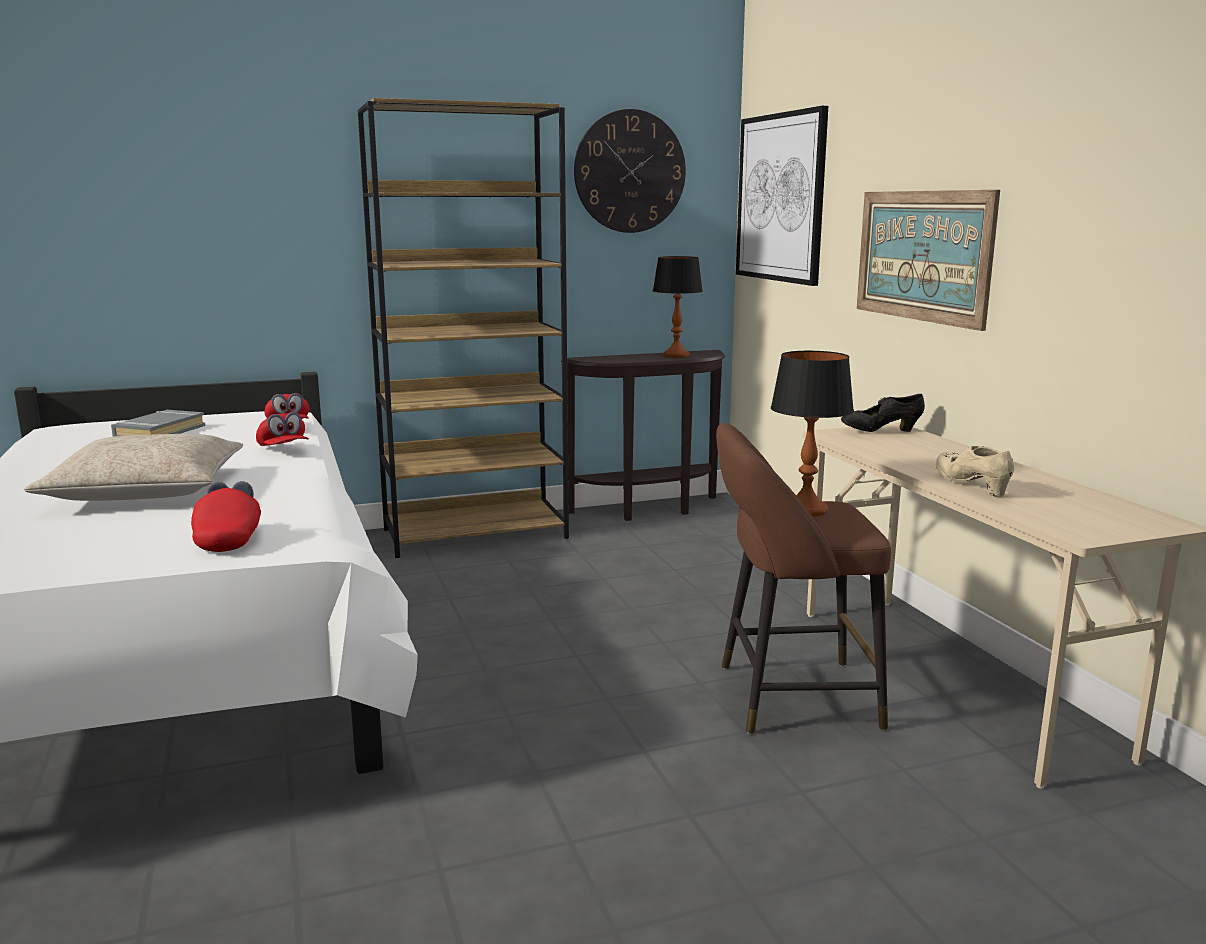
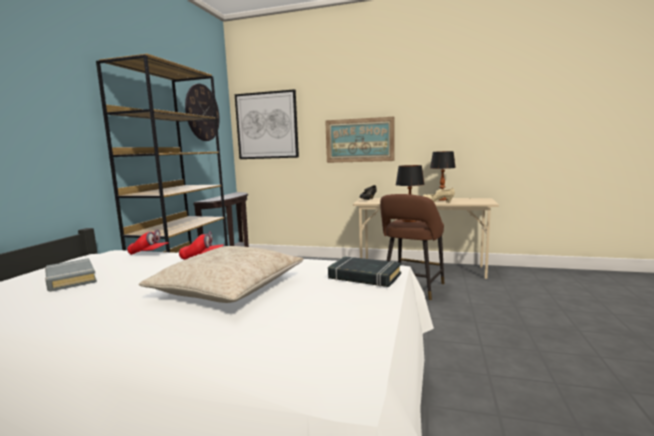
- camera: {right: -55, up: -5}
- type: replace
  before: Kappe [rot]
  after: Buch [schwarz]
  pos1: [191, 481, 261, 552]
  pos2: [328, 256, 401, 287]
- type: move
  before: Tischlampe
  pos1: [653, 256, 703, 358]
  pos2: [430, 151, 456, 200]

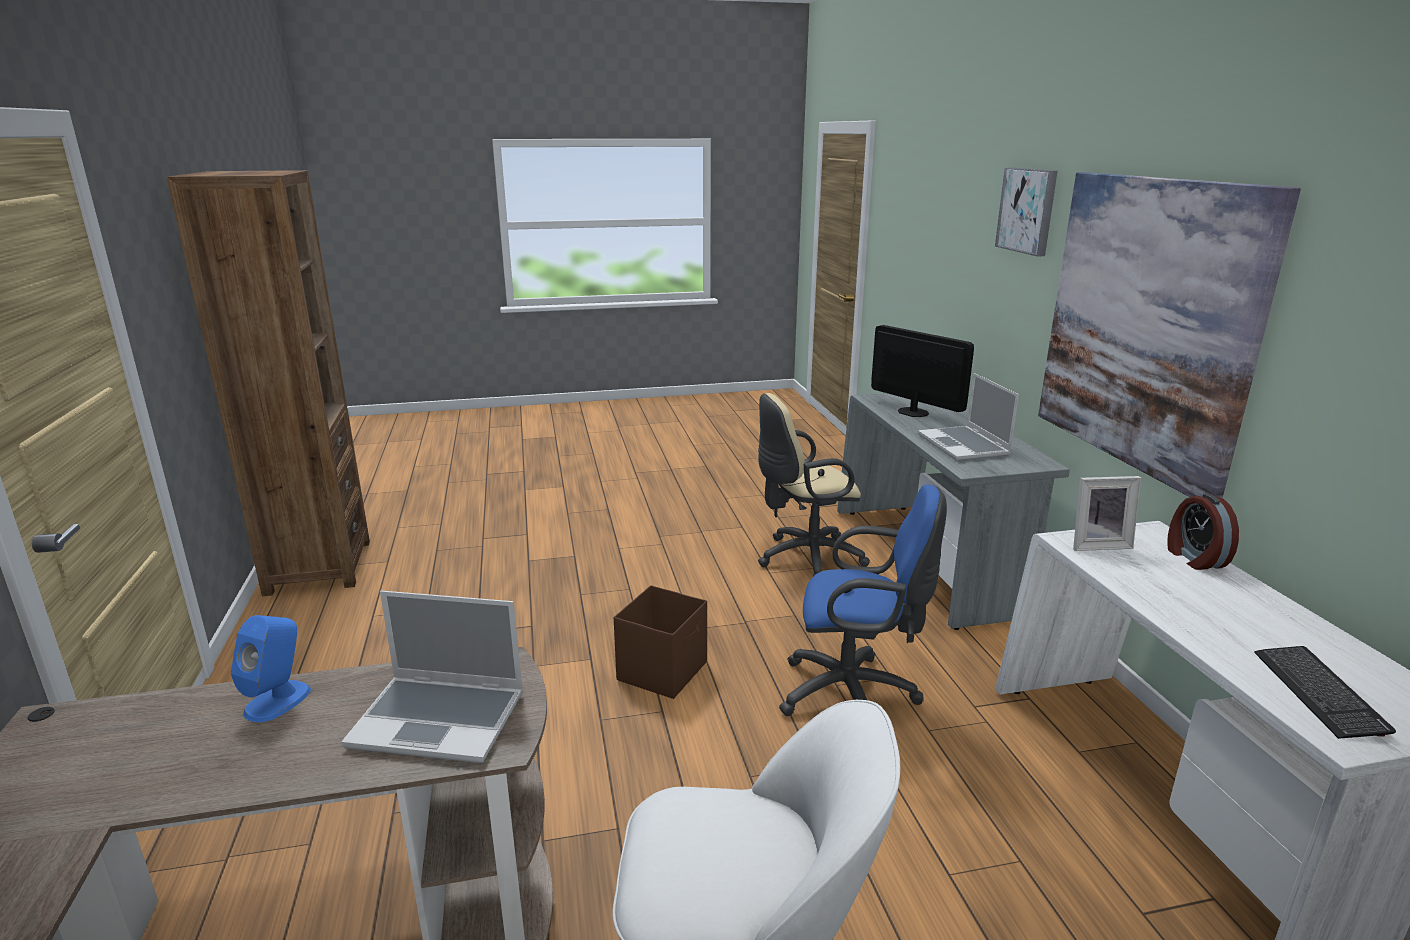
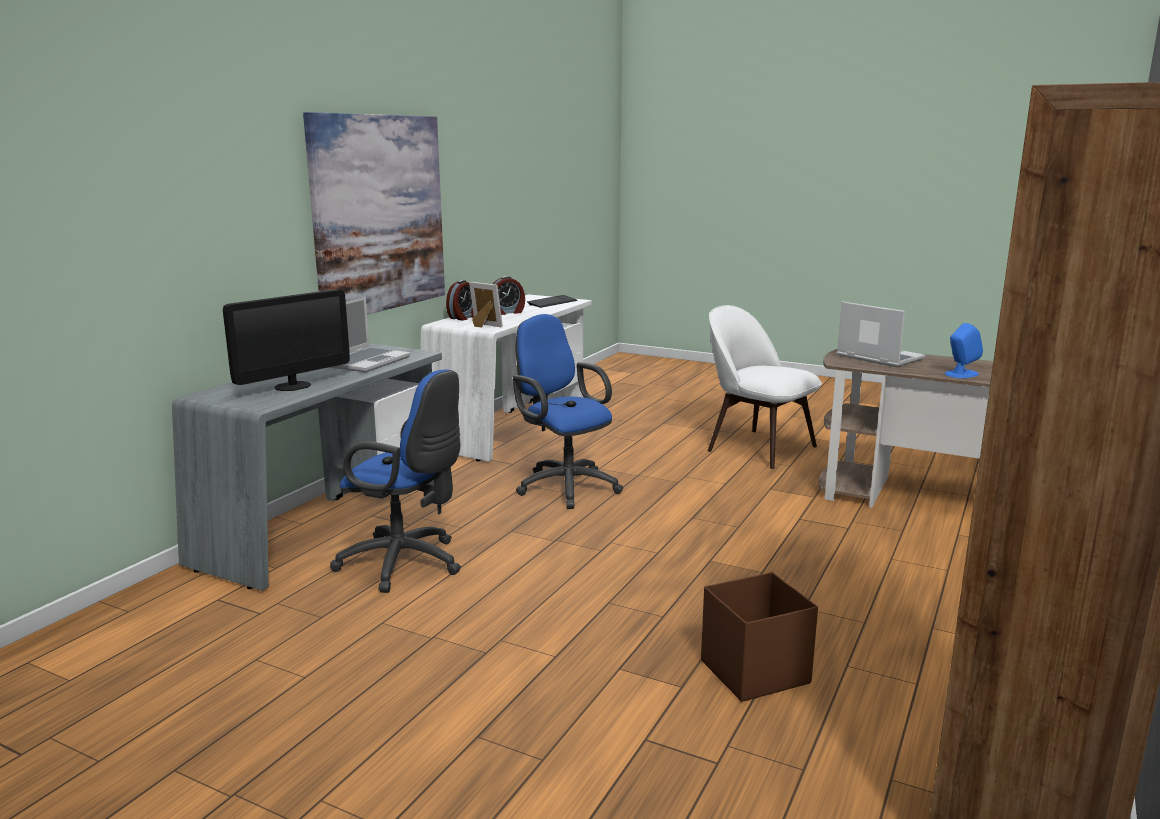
- camera: {right: -140, up: -5}
- type: rotate
  before: Monitor
  pos1: [871, 325, 974, 417]
  pos2: [223, 289, 350, 391]
  turn: -135
- type: recolor
  before: Bürostuhl [beige]
  after: Bürostuhl [blau]
  pos1: [758, 393, 870, 576]
  pos2: [330, 370, 461, 593]
- type: insert
  after: Wecker
  pos2: [493, 276, 525, 315]
- type: move
  before: Aufbewahrungsbox [braun]
  pos1: [614, 585, 707, 699]
  pos2: [701, 572, 818, 702]
- type: delete
  before: Bild
  pos1: [995, 168, 1057, 257]

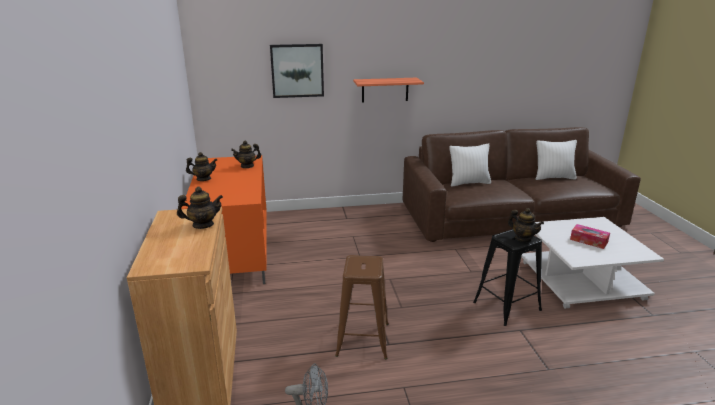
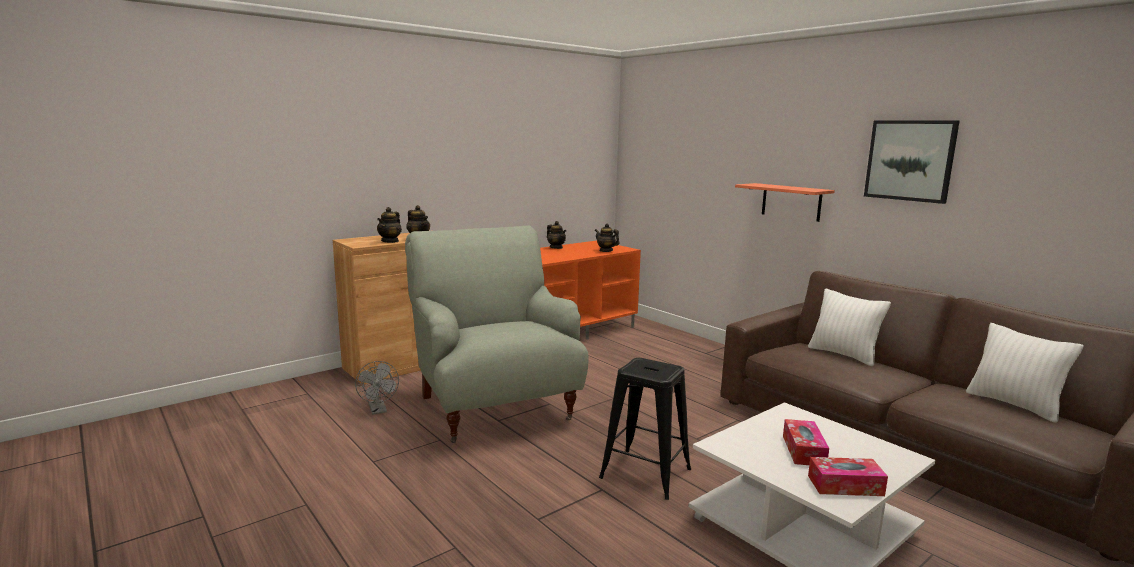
- camera: {right: 60, up: -10}
- type: move
  before: Teekanne
  pos1: [508, 208, 544, 242]
  pos2: [377, 207, 402, 243]
- type: replace
  before: Hocker [braun]
  after: Sessel [grau]
  pos1: [335, 255, 389, 359]
  pos2: [405, 226, 589, 443]
- type: insert
  after: Taschentuchbox
  pos2: [808, 457, 888, 496]
- type: move
  before: Bild
  pos1: [270, 44, 324, 98]
  pos2: [864, 120, 959, 204]

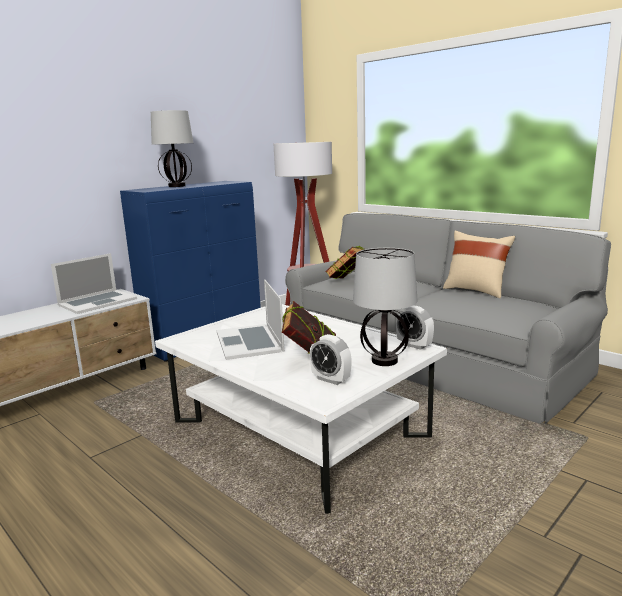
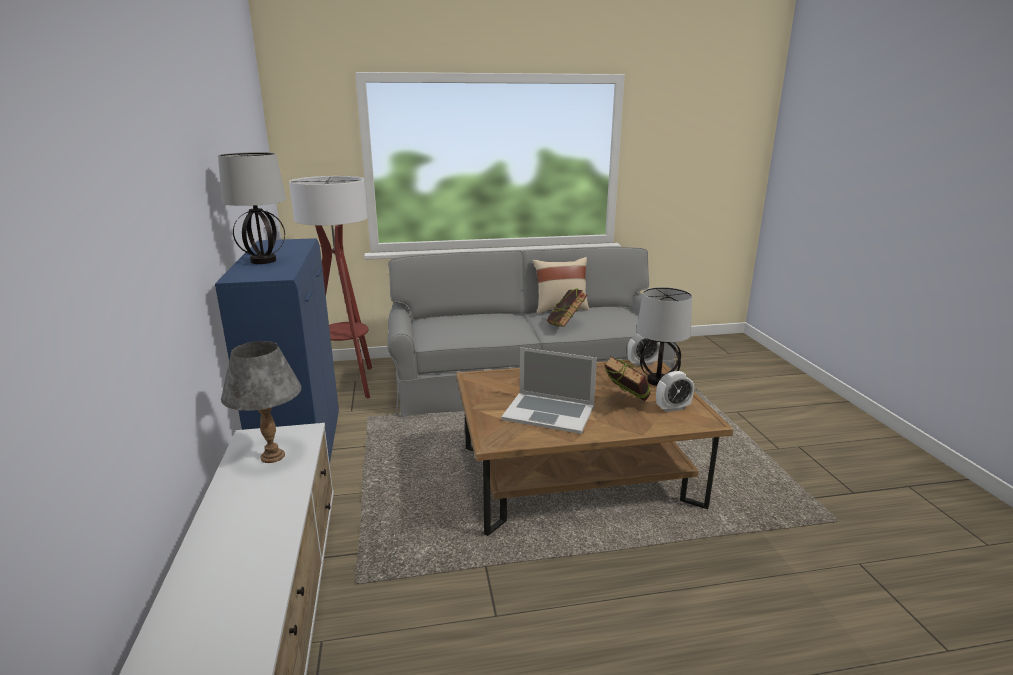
- camera: {right: -55, up: 5}
- type: replace
  before: Laptop
  after: Tischlampe [grau]
  pos1: [51, 253, 137, 314]
  pos2: [221, 341, 302, 463]
- type: recolor
  before: Couchtisch [weiß]
  after: Couchtisch [braun]
  pos1: [155, 304, 447, 514]
  pos2: [456, 360, 734, 536]
- type: move
  before: Buch
  pos1: [325, 246, 365, 279]
  pos2: [547, 288, 587, 327]

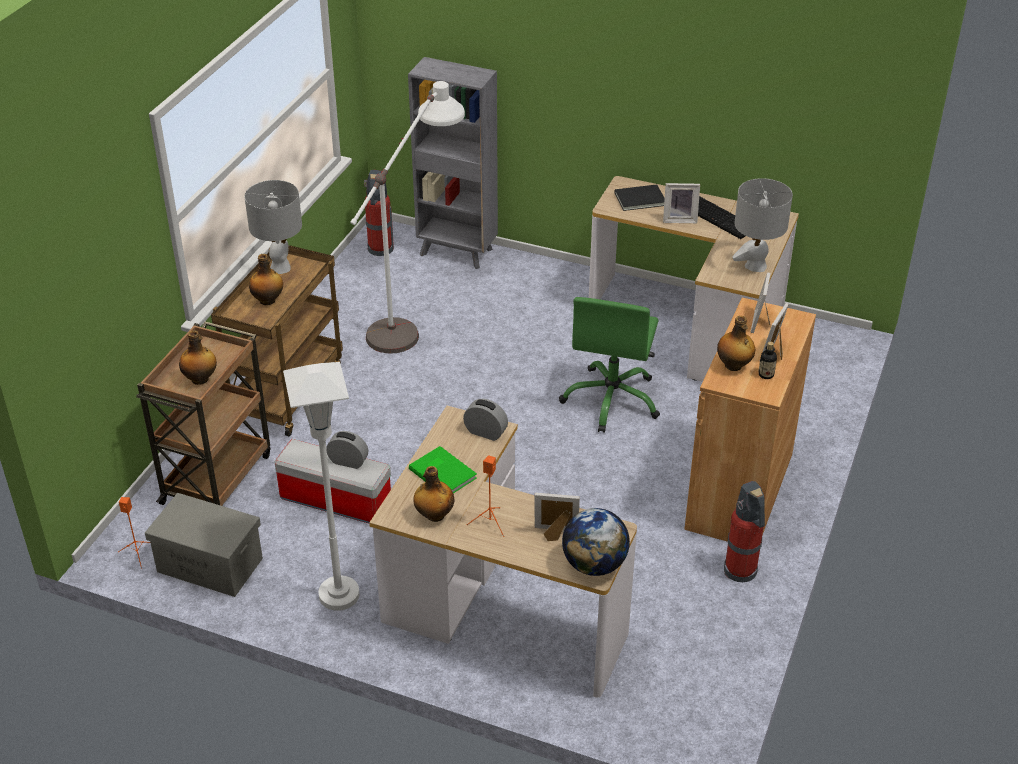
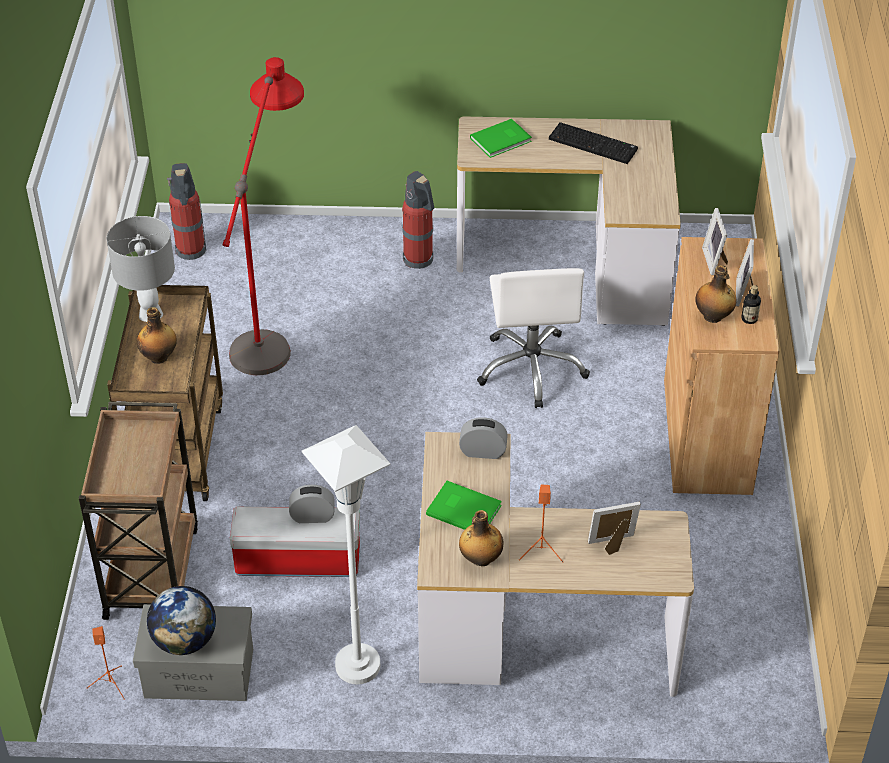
- camera: {right: -20, up: 5}
- type: move
  before: Globus
  pos1: [562, 508, 630, 576]
  pos2: [147, 586, 216, 655]
- type: recolor
  before: Stehlampe [weiß]
  after: Stehlampe [rot]
  pos1: [350, 81, 465, 354]
  pos2: [223, 57, 304, 375]
- type: move
  before: Feuerlöscher
  pos1: [724, 481, 765, 582]
  pos2: [402, 171, 434, 269]
- type: recolor
  before: Buch [schwarz]
  after: Buch [grün]
  pos1: [615, 185, 665, 211]
  pos2: [470, 119, 532, 158]
- type: recolor
  before: Bürostuhl [grün]
  after: Bürostuhl [weiß]
  pos1: [559, 297, 660, 433]
  pos2: [477, 268, 590, 408]
- type: delete
  before: Flasche
  pos1: [179, 330, 217, 385]
- type: delete
  before: Bücherregal [grau]
  pos1: [408, 57, 498, 269]
- type: delete
  before: Bilderrahmen
  pos1: [663, 183, 700, 223]
- type: delete
  before: Tischlampe [grau]
  pos1: [732, 178, 793, 272]

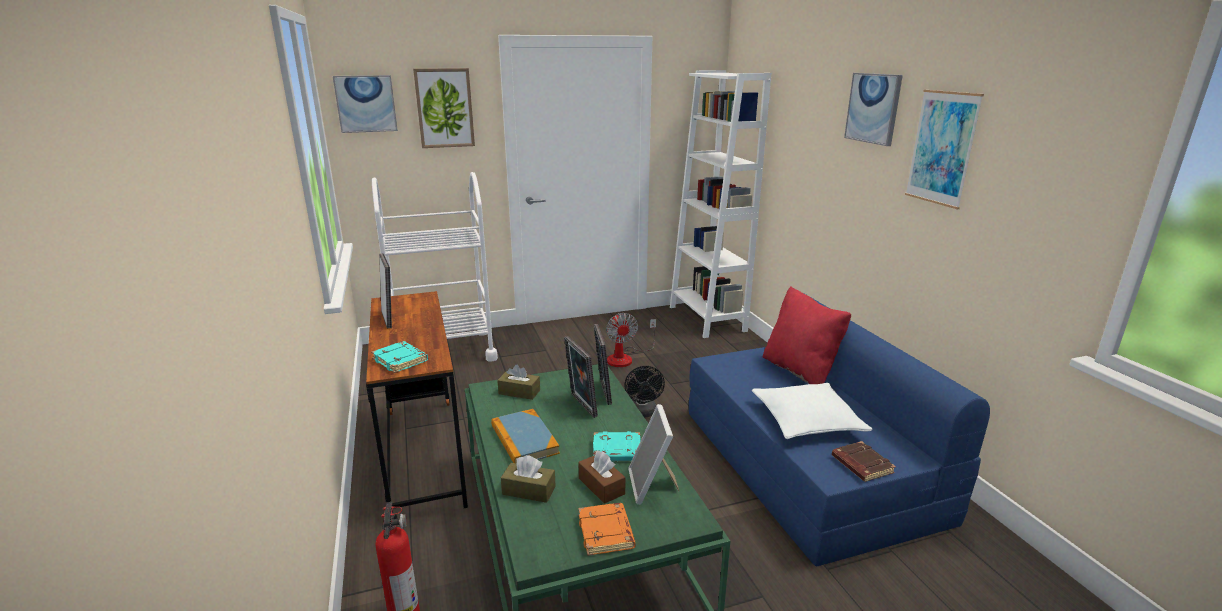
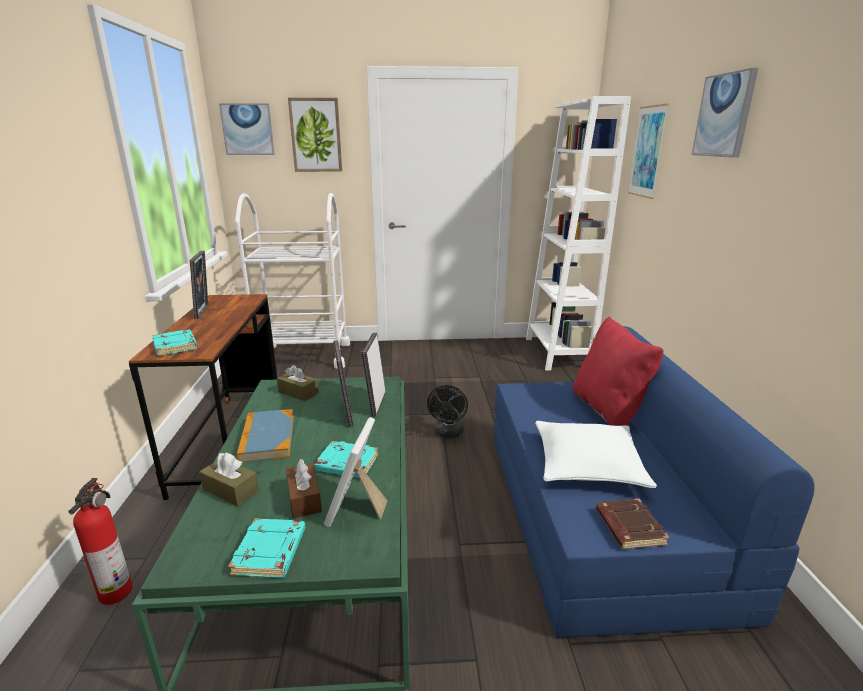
- camera: {right: 15, up: 0}
- type: recolor
  before: Buch [orange]
  after: Buch [türkis]
  pos1: [578, 503, 636, 556]
  pos2: [228, 518, 306, 578]
- type: move
  before: Bild
  pos1: [905, 90, 984, 209]
  pos2: [628, 104, 669, 199]
- type: delete
  before: Ventilator
  pos1: [606, 313, 656, 367]

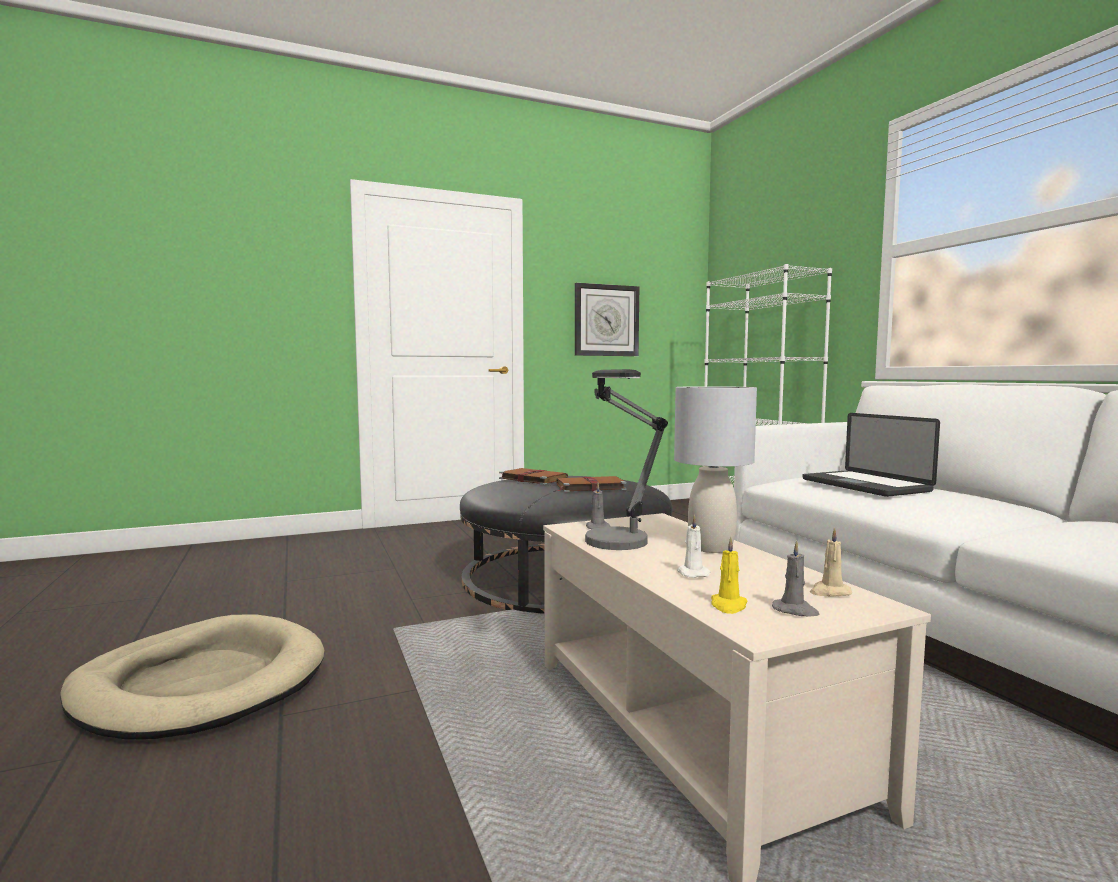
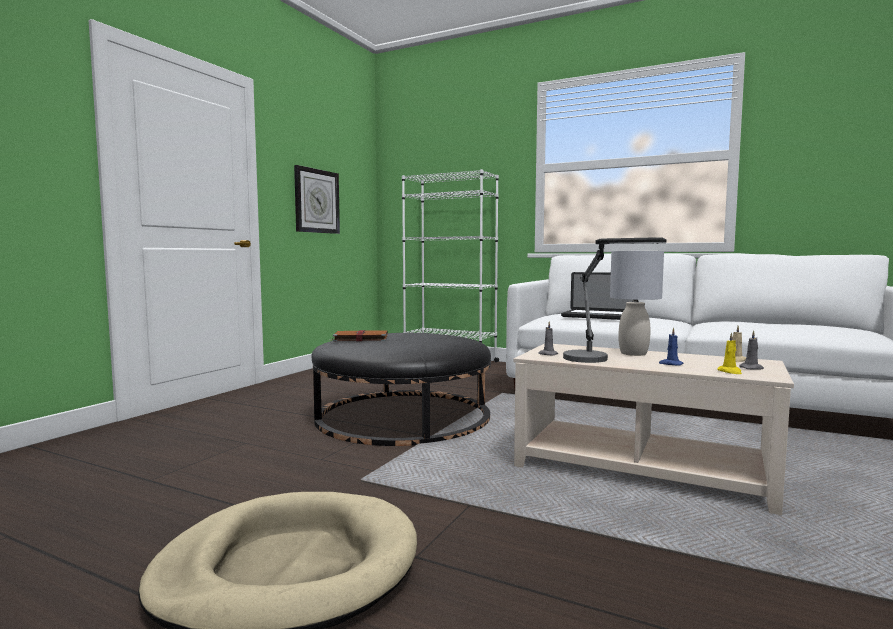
- camera: {right: -40, up: 0}
- type: recolor
  before: Kerze [weiß]
  after: Kerze [blau]
  pos1: [677, 514, 711, 578]
  pos2: [659, 327, 684, 366]
- type: delete
  before: Buch [braun]
  pos1: [556, 476, 627, 492]

